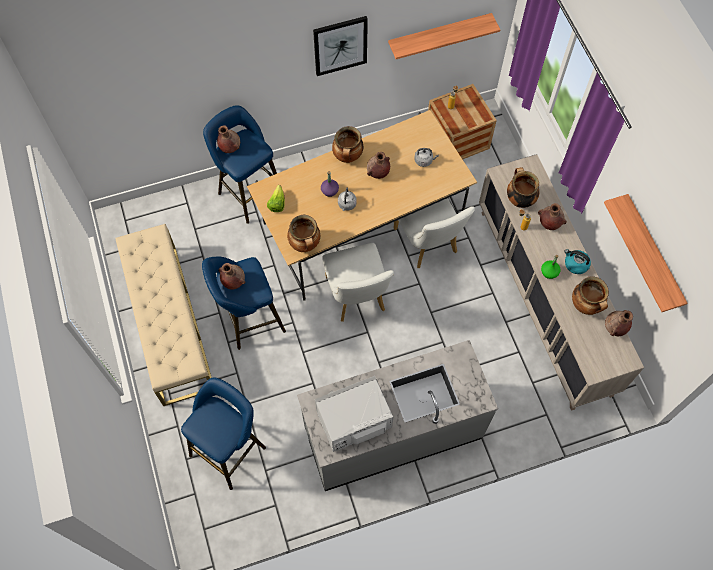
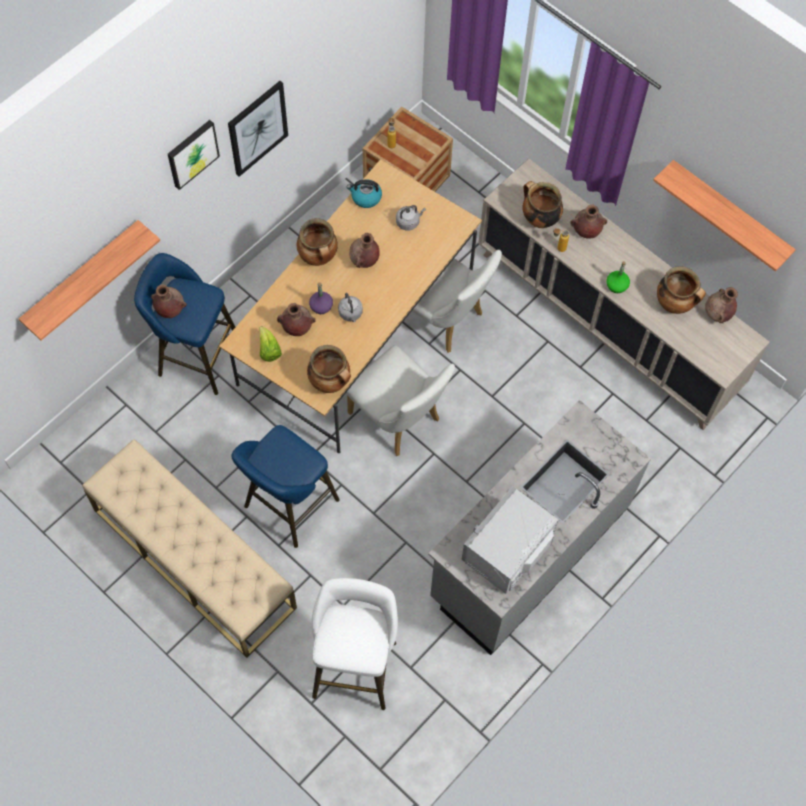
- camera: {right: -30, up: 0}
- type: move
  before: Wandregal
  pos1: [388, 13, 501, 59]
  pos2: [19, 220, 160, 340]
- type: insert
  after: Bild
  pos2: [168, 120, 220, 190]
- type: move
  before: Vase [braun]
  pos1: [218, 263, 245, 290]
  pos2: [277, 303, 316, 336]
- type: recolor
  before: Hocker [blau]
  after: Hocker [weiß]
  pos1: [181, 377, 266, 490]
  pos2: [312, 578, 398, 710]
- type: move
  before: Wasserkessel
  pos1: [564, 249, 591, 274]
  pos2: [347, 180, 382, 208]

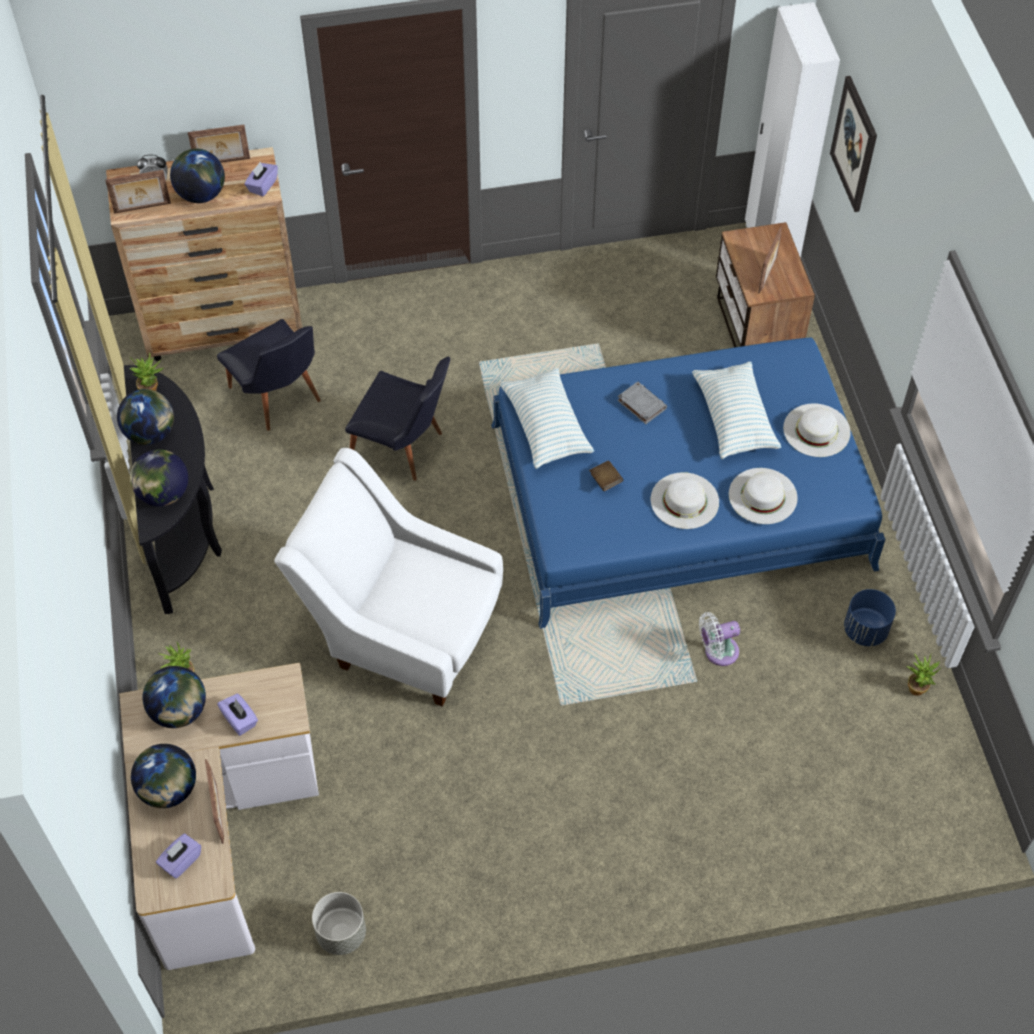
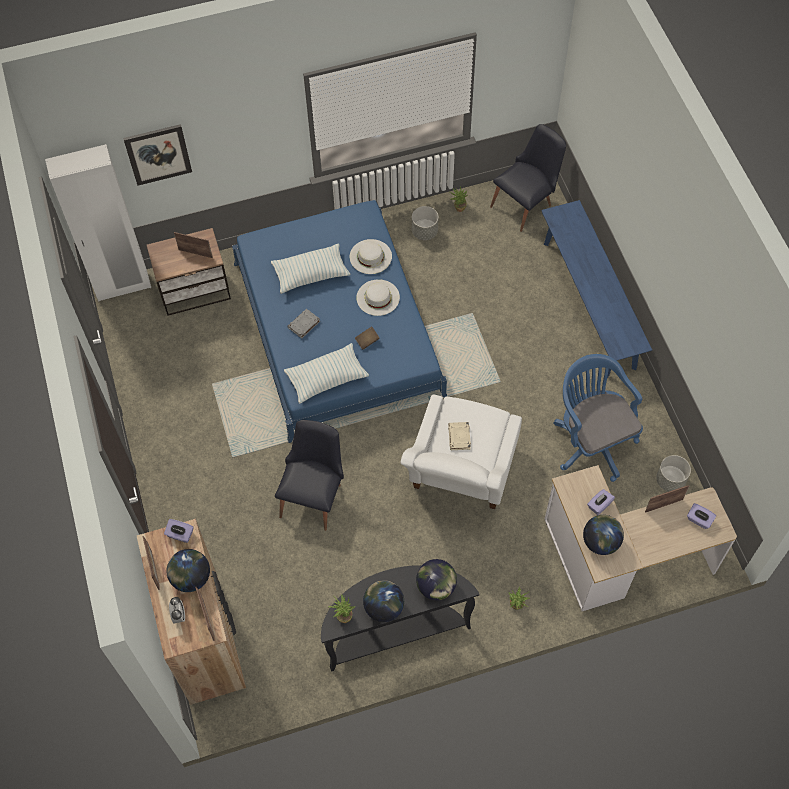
- camera: {right: -95, up: 5}
- type: recolor
  before: Pflanzkübel [blau]
  after: Pflanzkübel [grau]
  pos1: [844, 589, 896, 646]
  pos2: [412, 206, 438, 240]
- type: insert
  after: Buch [beige]
  pos2: [448, 422, 471, 450]
- type: move
  before: Stuhl [schwarz]
  pos1: [217, 319, 321, 431]
  pos2: [490, 124, 566, 232]
- type: insert
  after: Bank [blau]
  pos2: [541, 200, 652, 378]
- type: insert
  after: Bürostuhl [blau]
  pos2: [553, 354, 643, 482]
- type: delete
  before: Globus
  pos1: [131, 744, 196, 808]
- type: delete
  before: Ventilator [weiß]
  pos1: [699, 612, 740, 666]
- type: delete
  before: Hut [weiß]
  pos1: [783, 403, 851, 457]

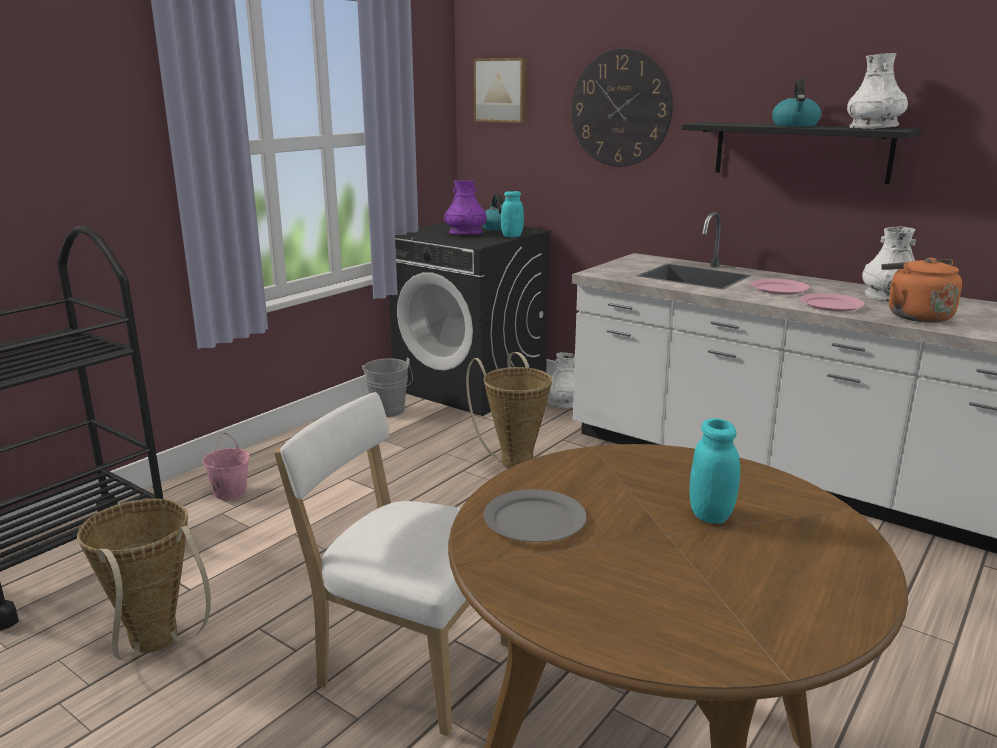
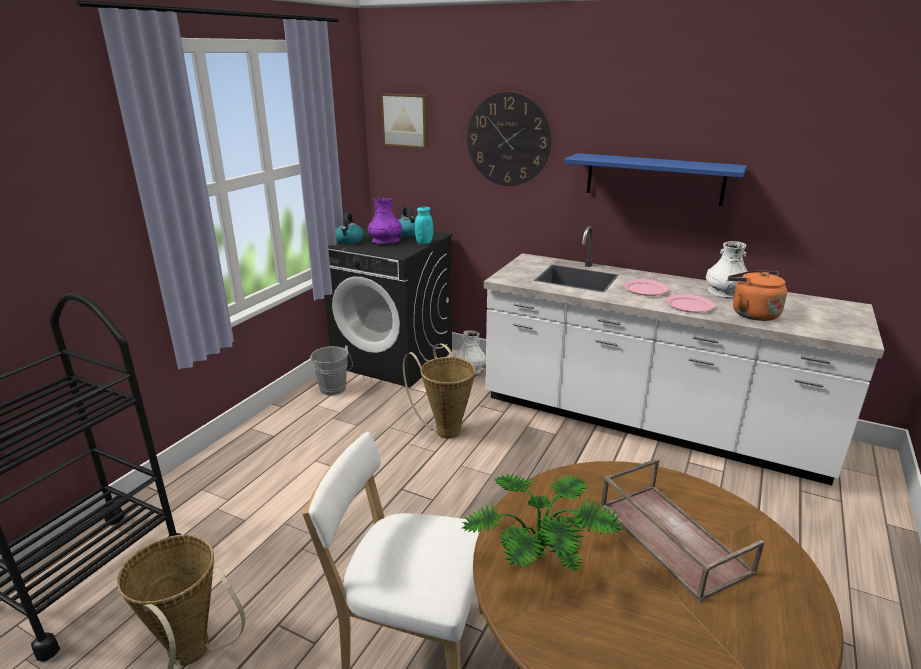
- camera: {right: -10, up: 5}
- type: move
  before: Wasserkessel
  pos1: [772, 79, 821, 127]
  pos2: [335, 212, 364, 244]
- type: replace
  before: Teller [grau]
  after: Topfpflanze
  pos1: [483, 489, 587, 542]
  pos2: [462, 473, 624, 572]
- type: recolor
  before: Wandregal [schwarz]
  after: Wandregal [blau]
  pos1: [681, 122, 921, 184]
  pos2: [564, 153, 747, 206]
- type: replace
  before: Vorratsglas [türkis]
  after: Tablett [braun]
  pos1: [690, 418, 740, 524]
  pos2: [601, 459, 765, 602]
- type: delete
  before: Eimer [rosa]
  pos1: [202, 433, 250, 500]
- type: delete
  before: Vase [weiß]
  pos1: [847, 53, 908, 129]

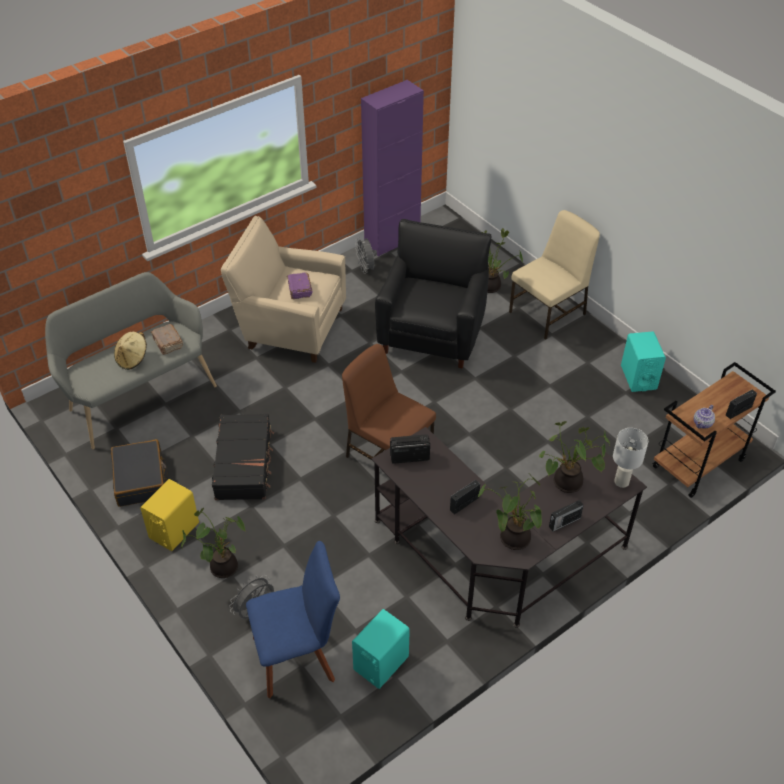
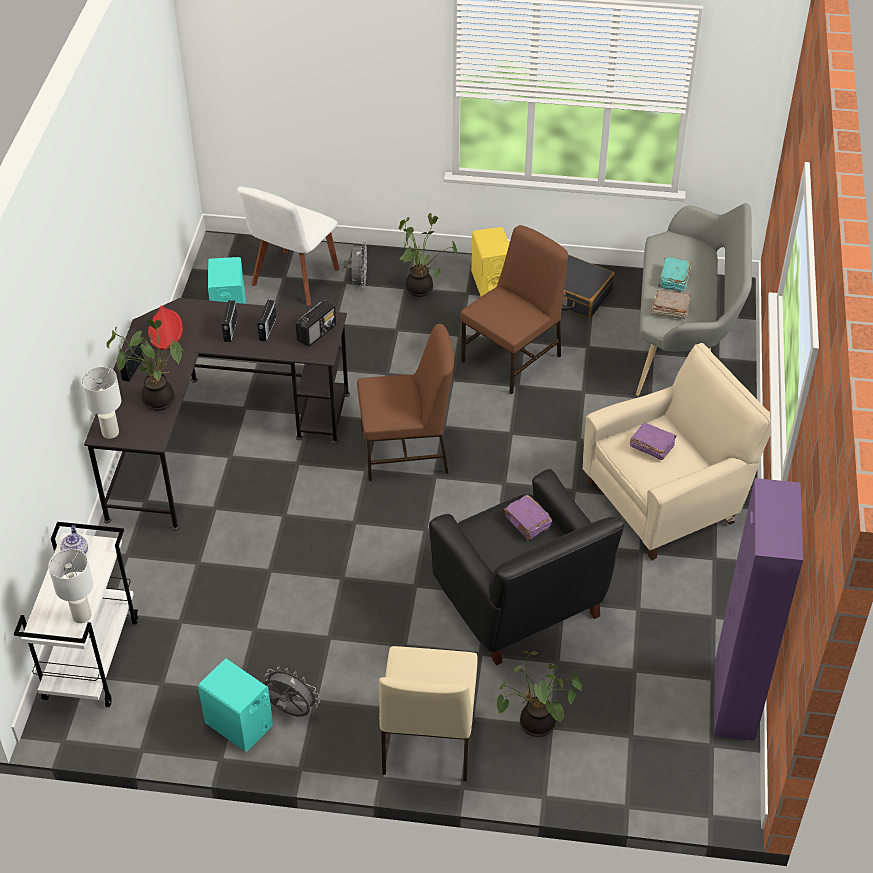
- camera: {right: 135, up: 0}
- type: recolor
  before: Rollwagen [braun]
  after: Rollwagen [weiß]
  pos1: [652, 362, 776, 498]
  pos2: [14, 522, 138, 707]
- type: insert
  after: Tischlampe [weiß]
  pos2: [48, 549, 93, 623]
- type: replace
  before: Topfpflanze
  after: Hut [rot]
  pos1: [477, 476, 542, 550]
  pos2: [148, 306, 183, 350]
- type: recolor
  before: Stuhl [blau]
  after: Stuhl [weiß]
  pos1: [246, 541, 340, 698]
  pos2: [237, 186, 340, 306]
- type: move
  before: Radio
  pos1: [726, 389, 757, 419]
  pos2: [258, 298, 277, 342]
- type: move
  before: Ventilator [grau]
  pos1: [355, 238, 377, 274]
  pos2: [263, 667, 320, 717]
- type: replace
  before: Koffer [schwarz]
  after: Stuhl [braun]
  pos1: [212, 414, 274, 500]
  pos2: [460, 225, 568, 394]
- type: insert
  after: Buch [lila]
  pos2: [504, 495, 552, 540]
- type: replace
  before: Hut [beige]
  after: Buch [türkis]
  pos1: [114, 332, 147, 370]
  pos2: [658, 258, 692, 292]

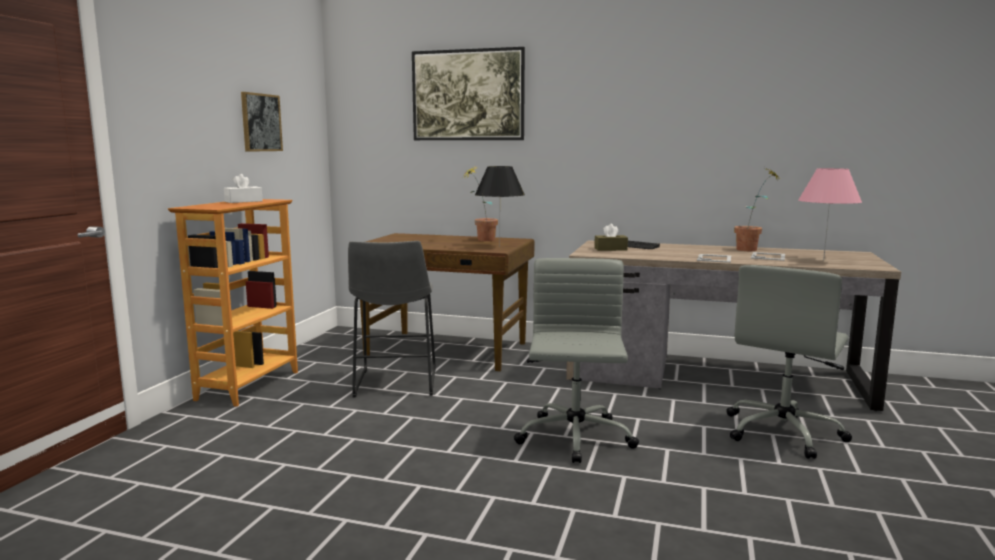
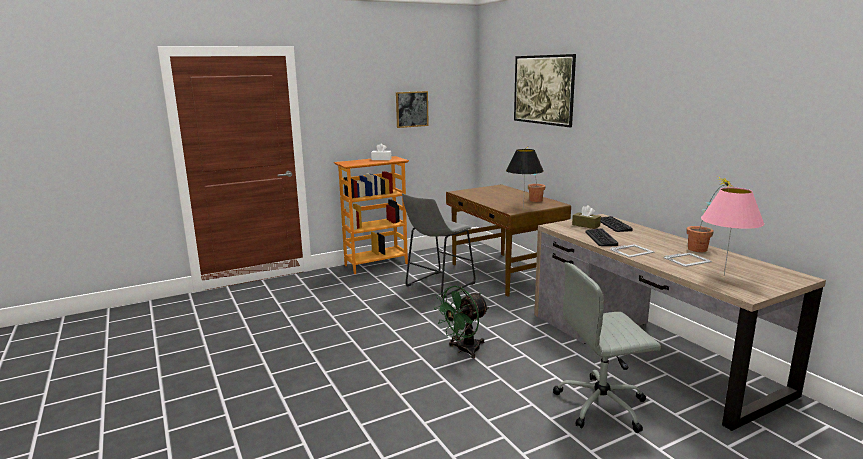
- camera: {right: 45, up: 5}
- type: replace
  before: Bürostuhl [grau]
  after: Ventilator [grün]
  pos1: [514, 258, 639, 463]
  pos2: [434, 285, 489, 359]
- type: insert
  after: Tastatur
  pos2: [585, 228, 618, 246]

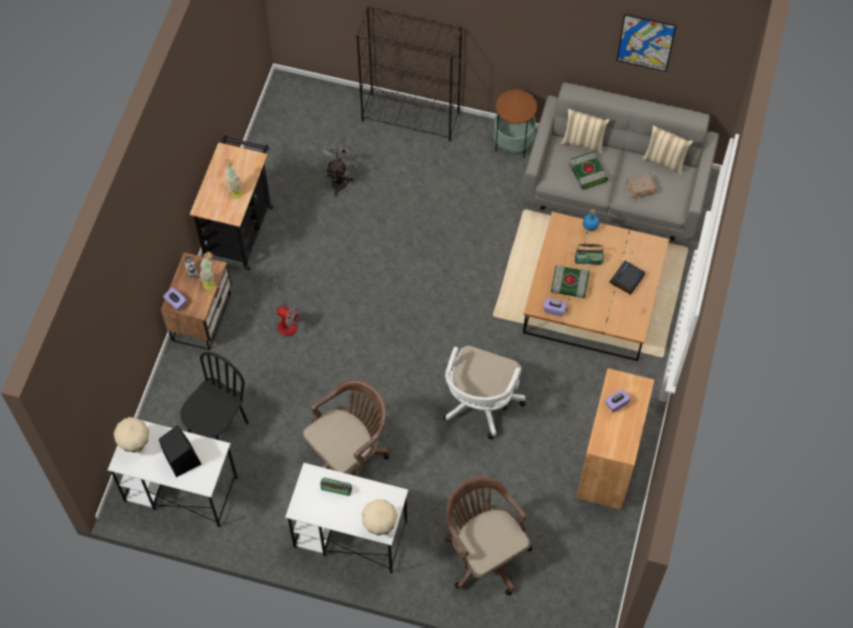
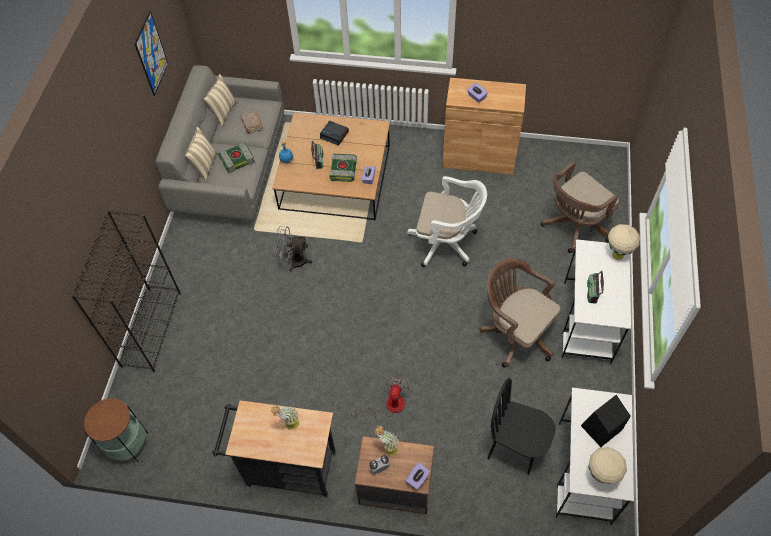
- camera: {right: -95, up: -5}
- type: move
  before: Beistelltisch
  pos1: [493, 89, 537, 158]
  pos2: [84, 398, 148, 462]
- type: move
  before: Ventilator [grau]
  pos1: [320, 140, 360, 196]
  pos2: [275, 226, 312, 272]

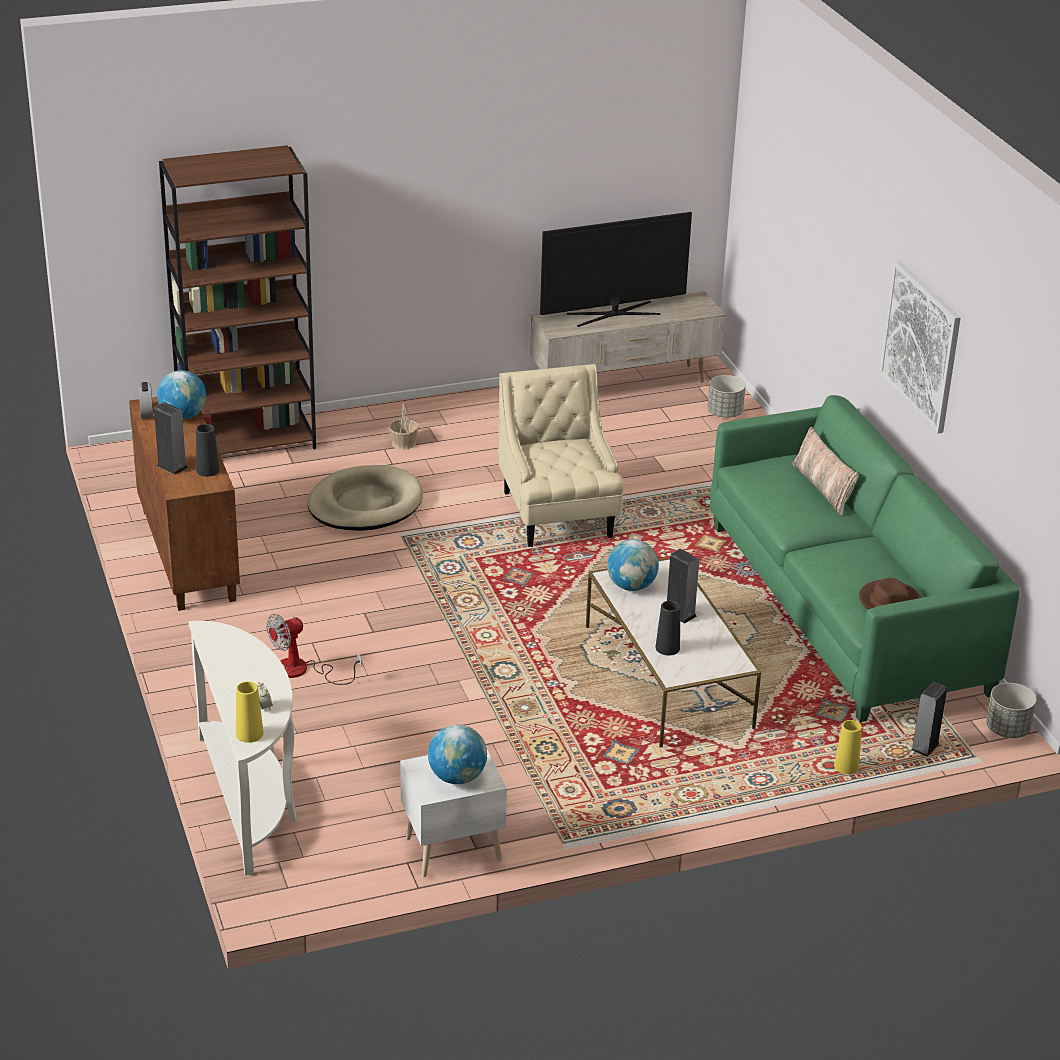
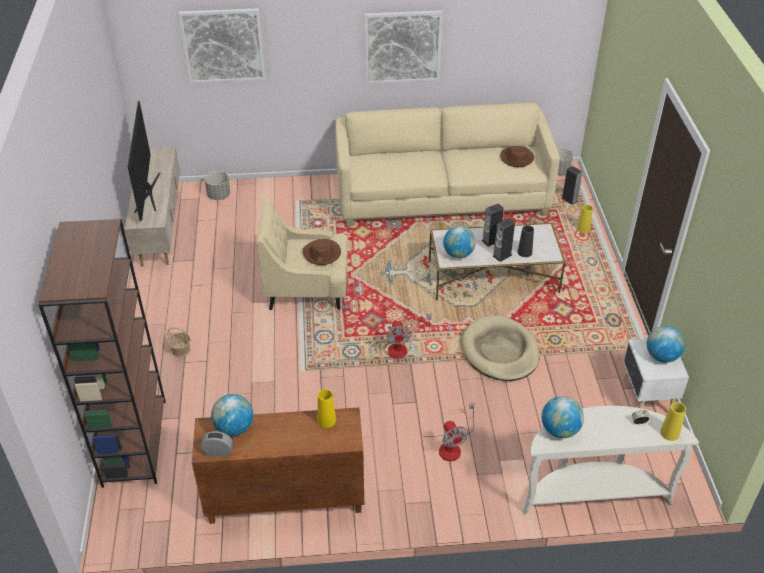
- camera: {right: -75, up: 10}
- type: insert
  after: Bild
  pos2: [179, 8, 266, 83]
- type: insert
  after: Hut [braun]
  pos2: [302, 239, 341, 265]
- type: recolor
  before: Vase [schwarz]
  after: Vase [gelb]
  pos1: [196, 424, 220, 477]
  pos2: [317, 389, 336, 428]
- type: recolor
  before: Sofa [grün]
  after: Sofa [beige]
  pos1: [710, 395, 1020, 722]
  pos2: [335, 103, 560, 227]
- type: insert
  after: Ventilator
  pos2: [386, 314, 432, 359]
- type: move
  before: Hundebett [beige]
  pos1: [307, 465, 423, 531]
  pos2: [461, 315, 540, 381]
- type: move
  before: Lautsprecher
  pos1: [154, 402, 188, 475]
  pos2: [493, 218, 515, 262]
- type: insert
  after: Globus
  pos2: [542, 396, 584, 438]
- type: delete
  before: Kissen
  pos1: [792, 427, 859, 515]

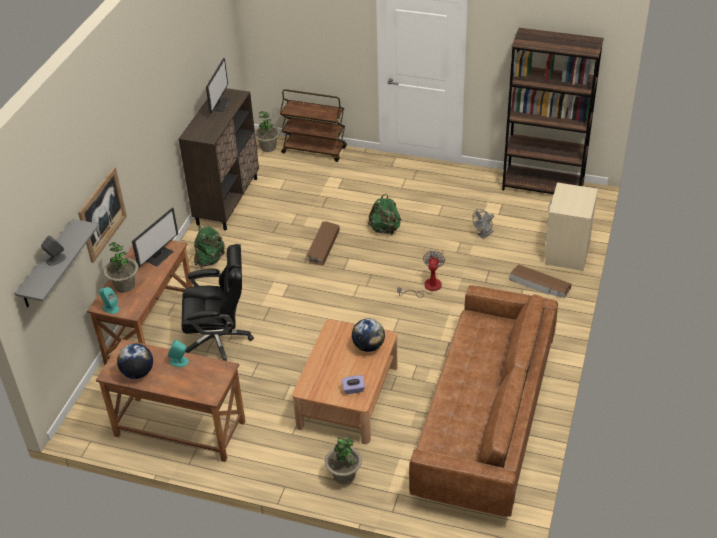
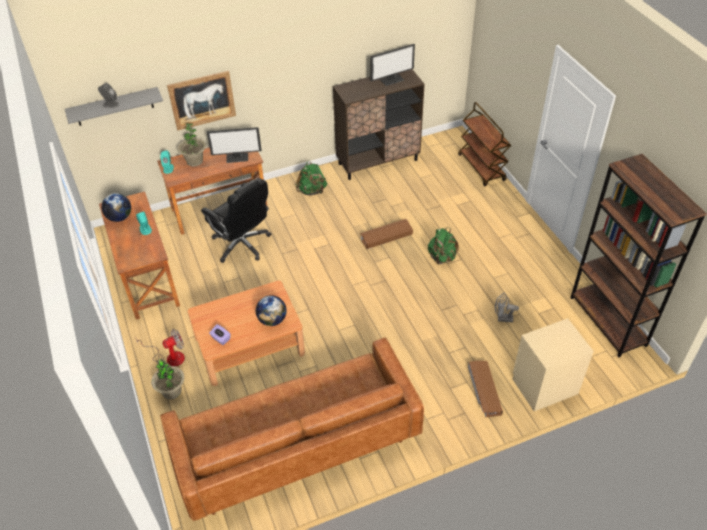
- camera: {right: 50, up: 5}
- type: move
  before: Ventilator
  pos1: [397, 251, 445, 298]
  pos2: [135, 329, 185, 366]
- type: delete
  before: Topfpflanze
  pos1: [255, 111, 280, 152]

